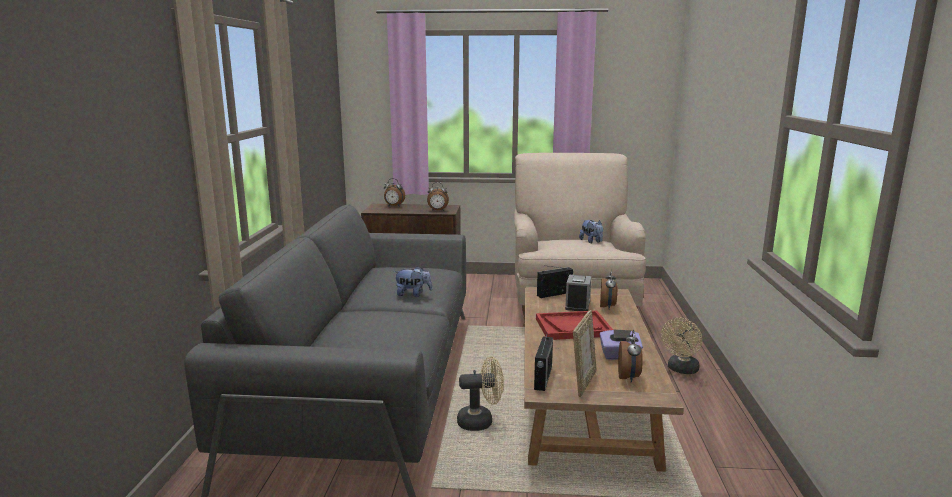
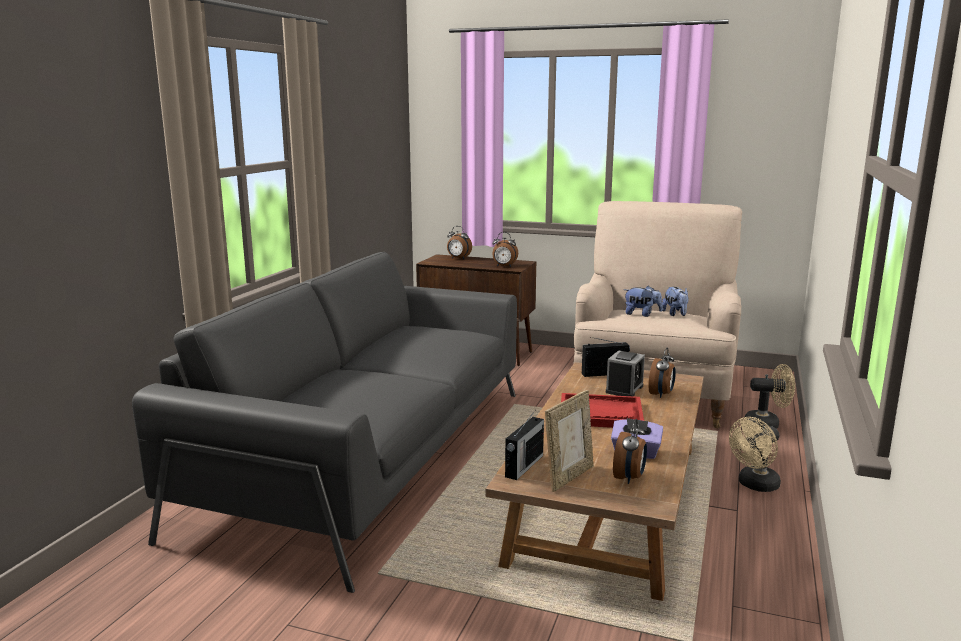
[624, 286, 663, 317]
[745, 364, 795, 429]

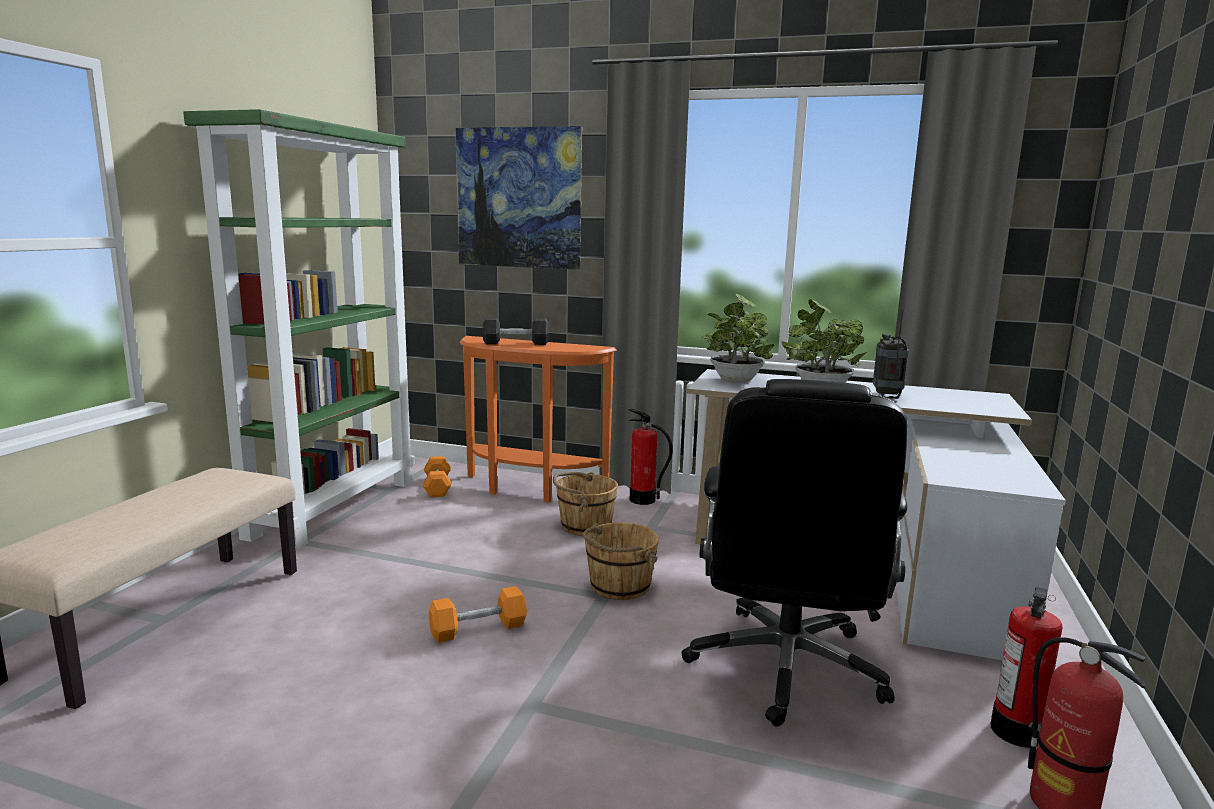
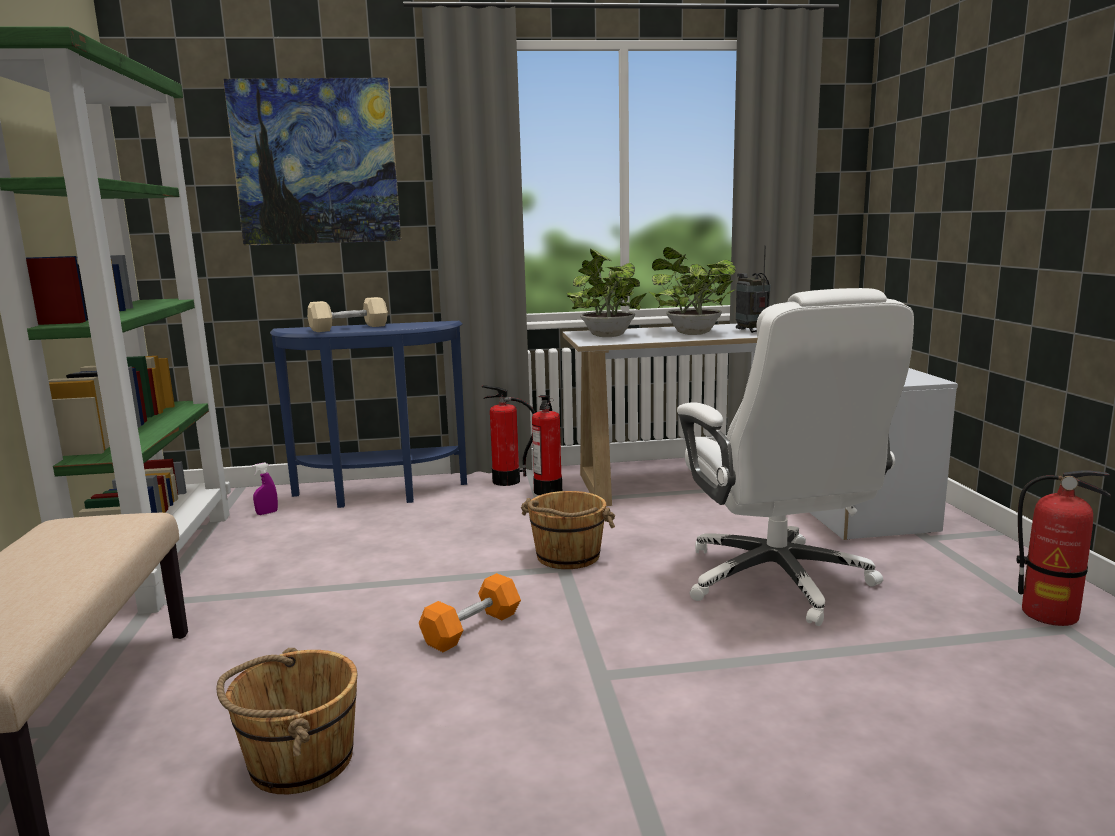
[216, 648, 357, 794]
[252, 463, 278, 515]
[270, 321, 467, 508]
[307, 297, 388, 332]
[532, 395, 562, 495]
[677, 288, 914, 626]

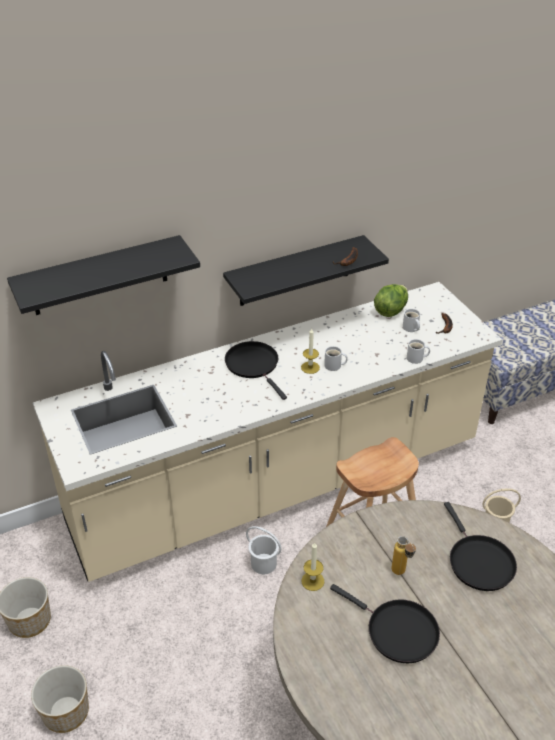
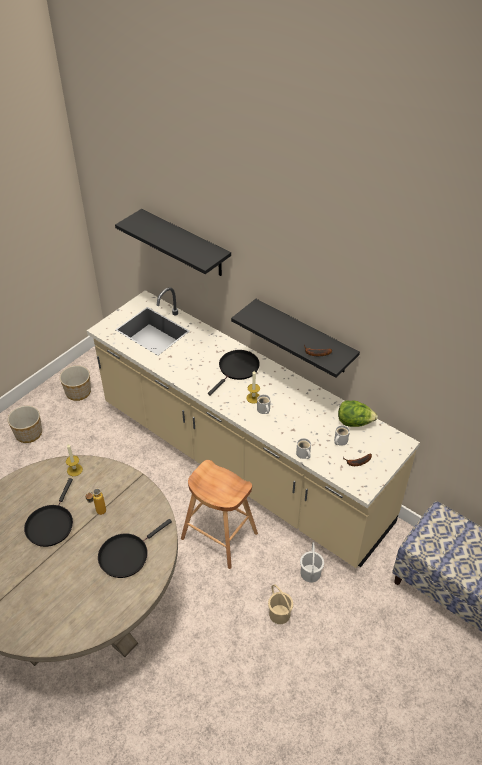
[300, 542, 324, 582]

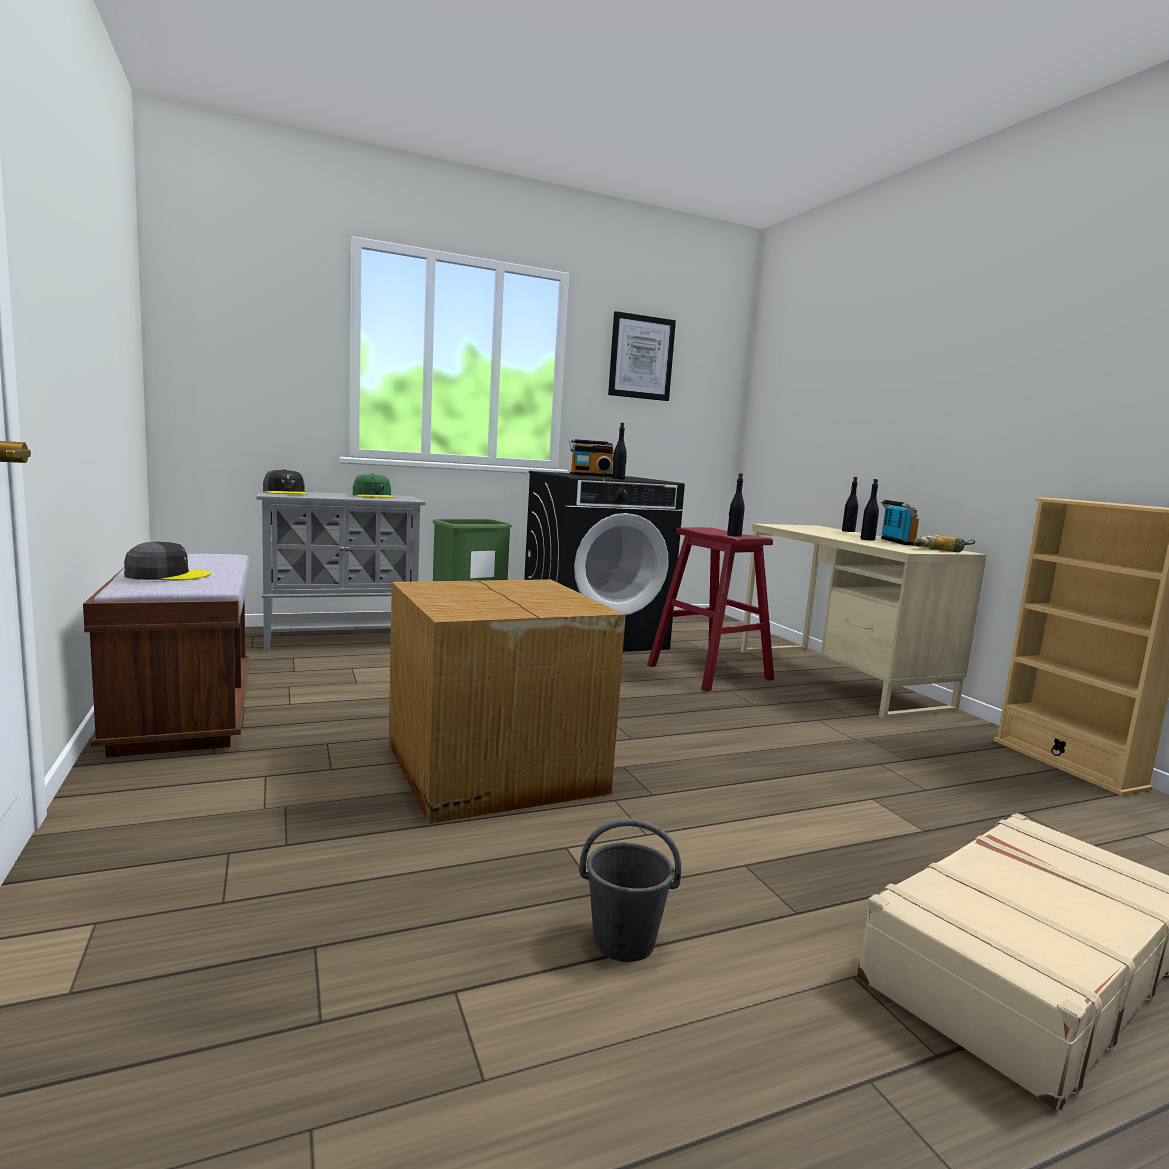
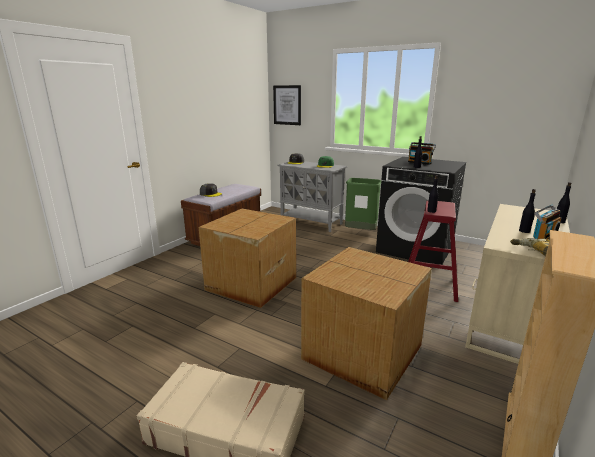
[273, 85, 301, 125]
[301, 247, 432, 400]
[579, 819, 681, 962] (first image)

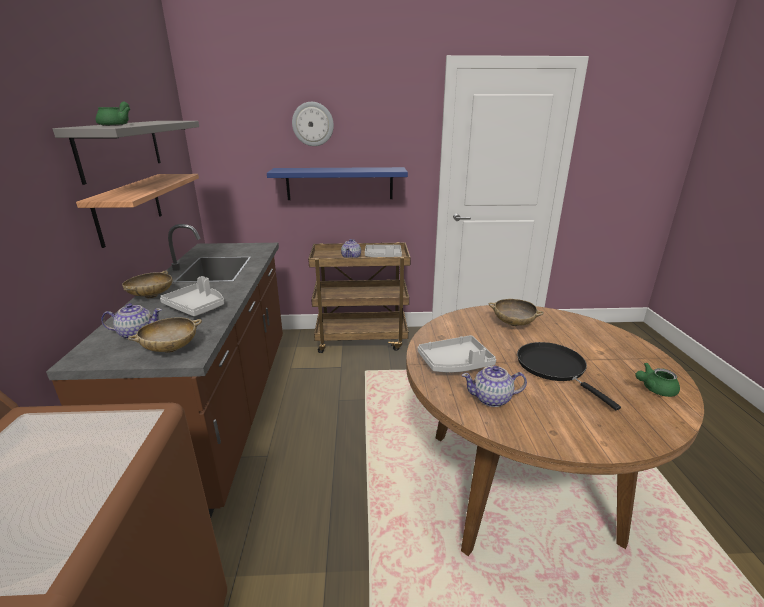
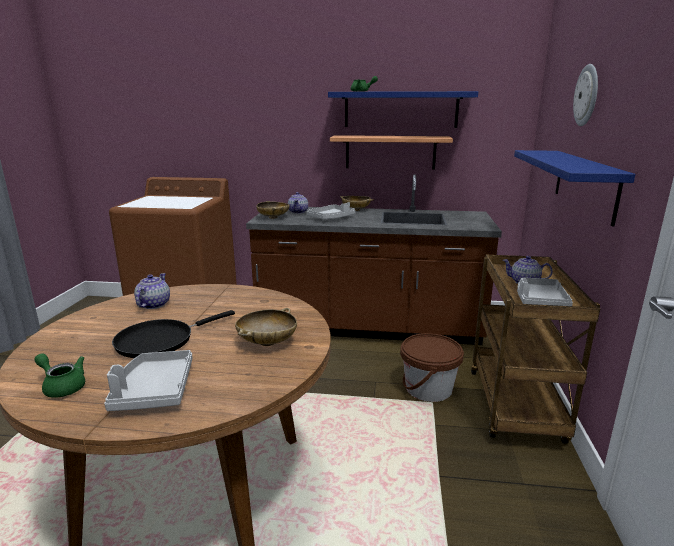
[34, 353, 85, 398]
[104, 350, 192, 411]
[112, 310, 235, 358]
[328, 91, 478, 128]
[400, 333, 464, 402]

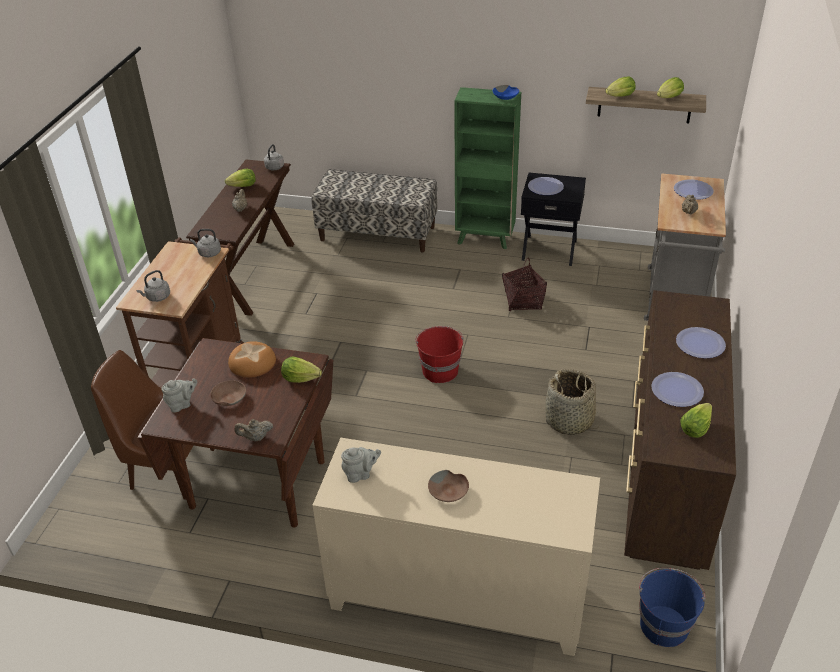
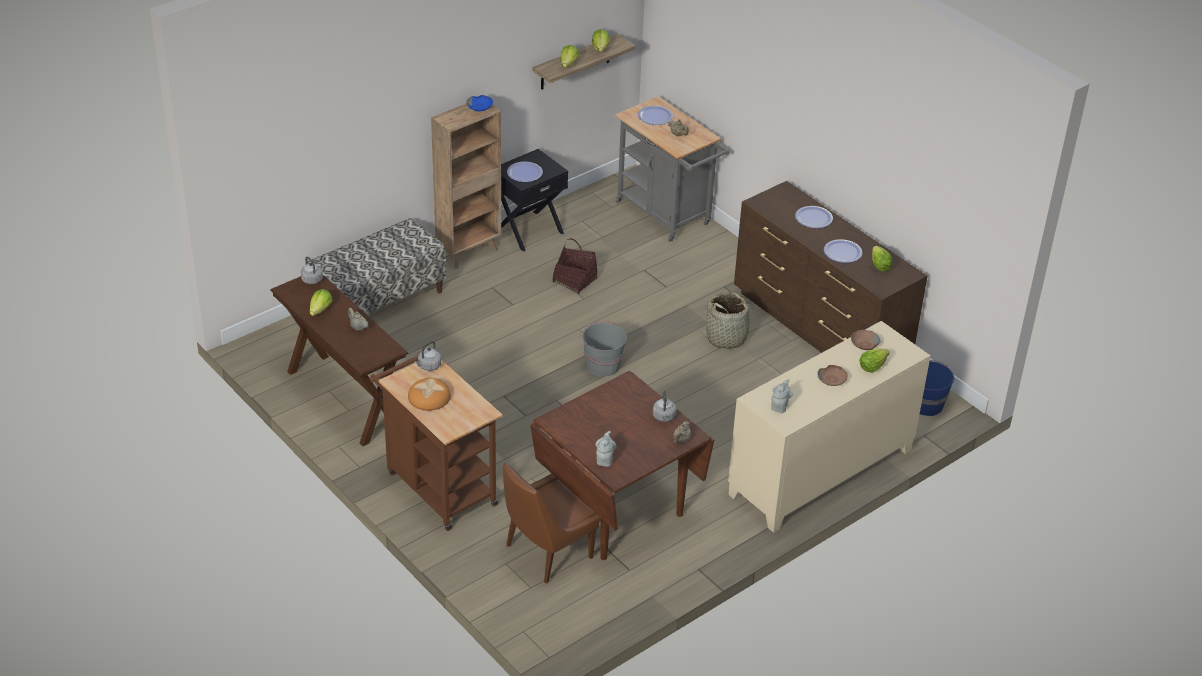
[408, 378, 451, 411]
[431, 104, 501, 269]
[580, 321, 627, 376]
[653, 391, 677, 422]
[851, 330, 881, 350]
[859, 348, 890, 373]

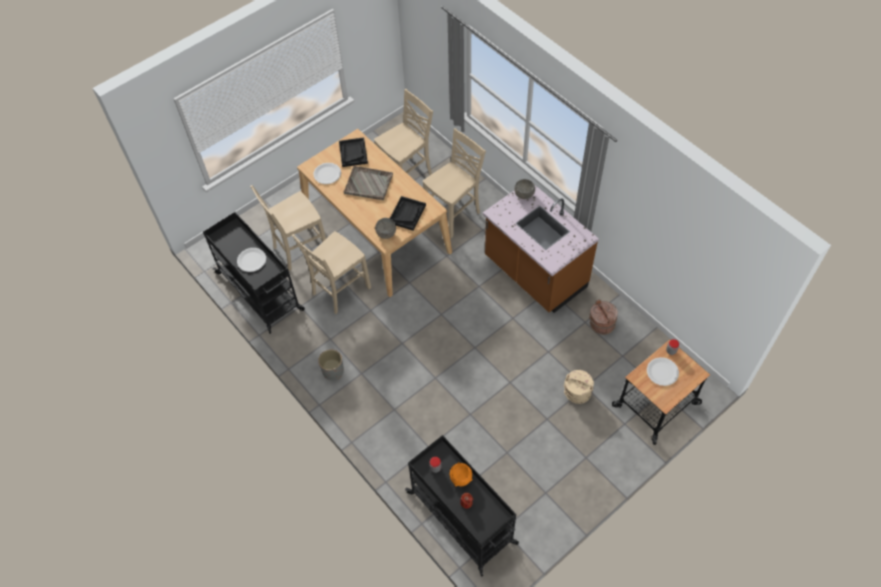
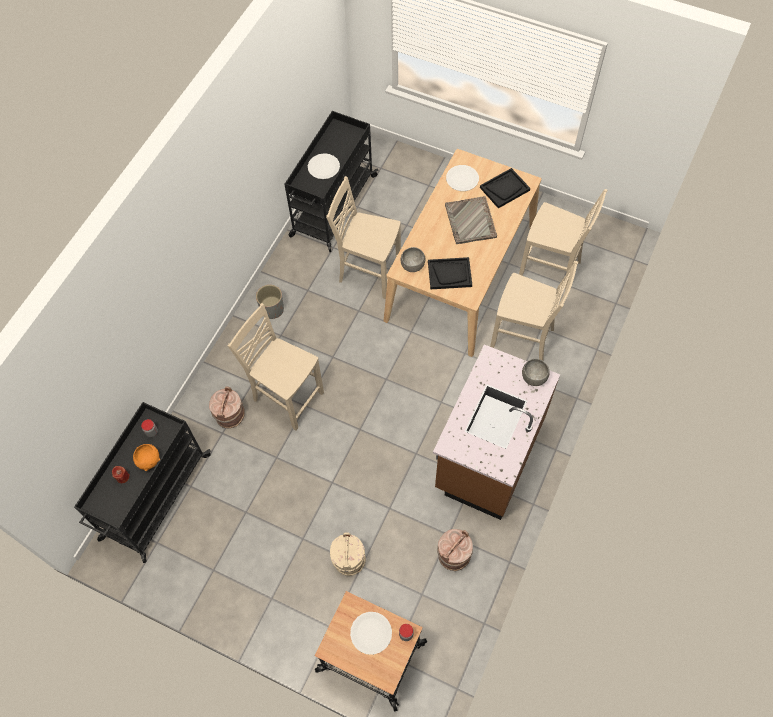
[209, 386, 245, 428]
[228, 303, 324, 430]

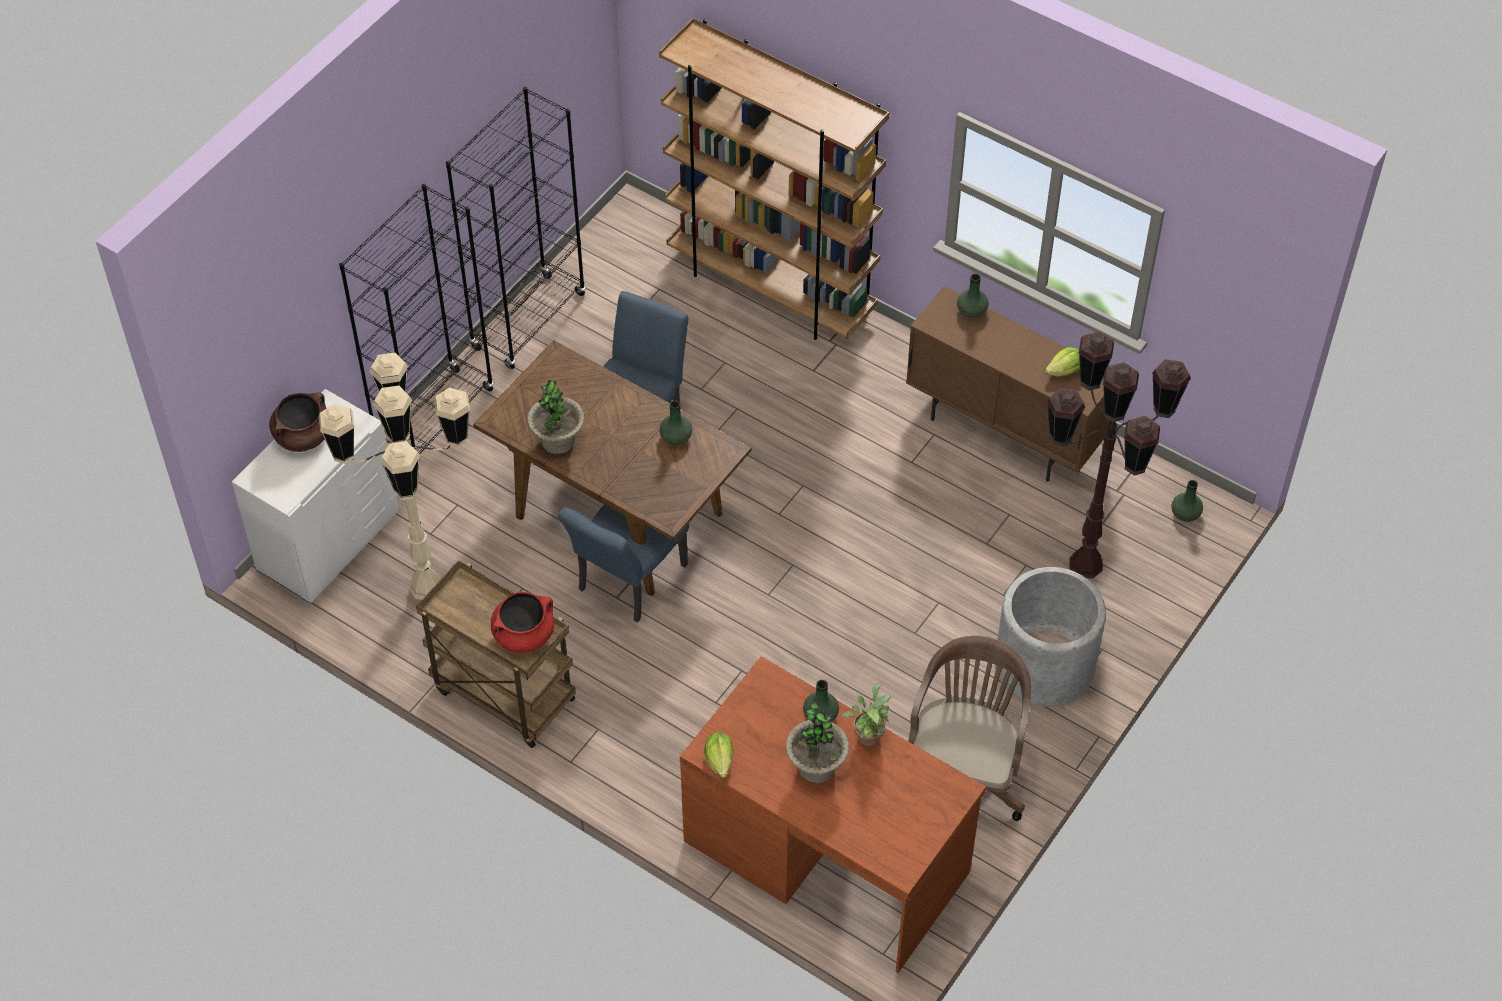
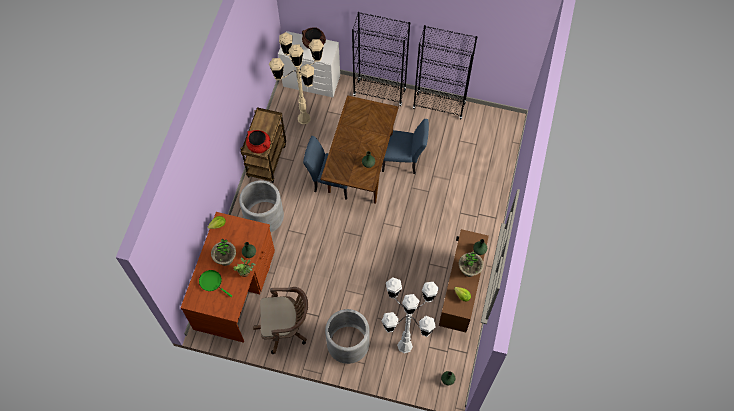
[199, 270, 232, 297]
[239, 180, 284, 232]
[381, 277, 439, 353]
[459, 251, 484, 277]
[659, 18, 889, 340] (first image)

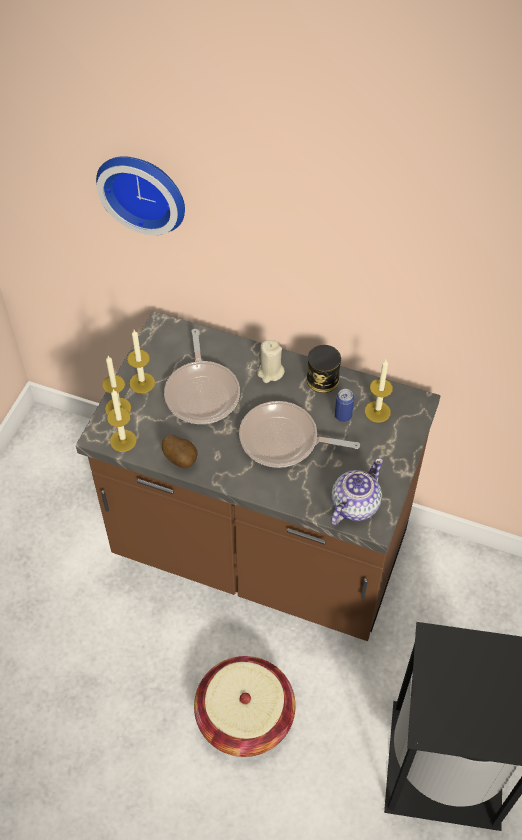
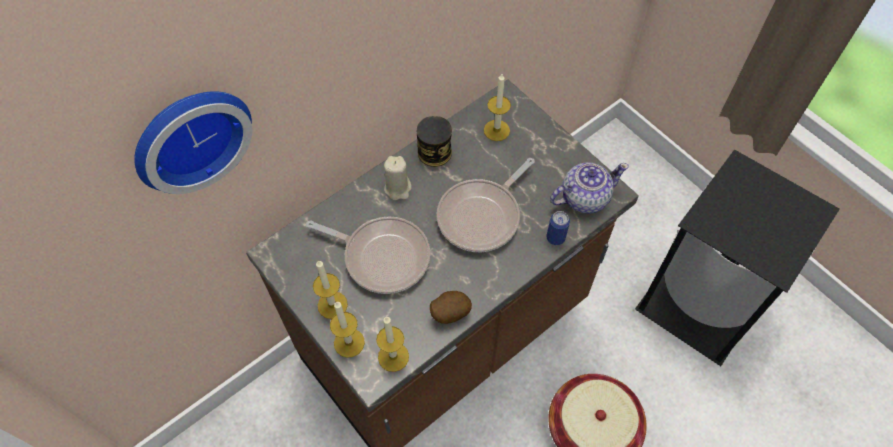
[547, 211, 570, 245]
[550, 162, 629, 214]

